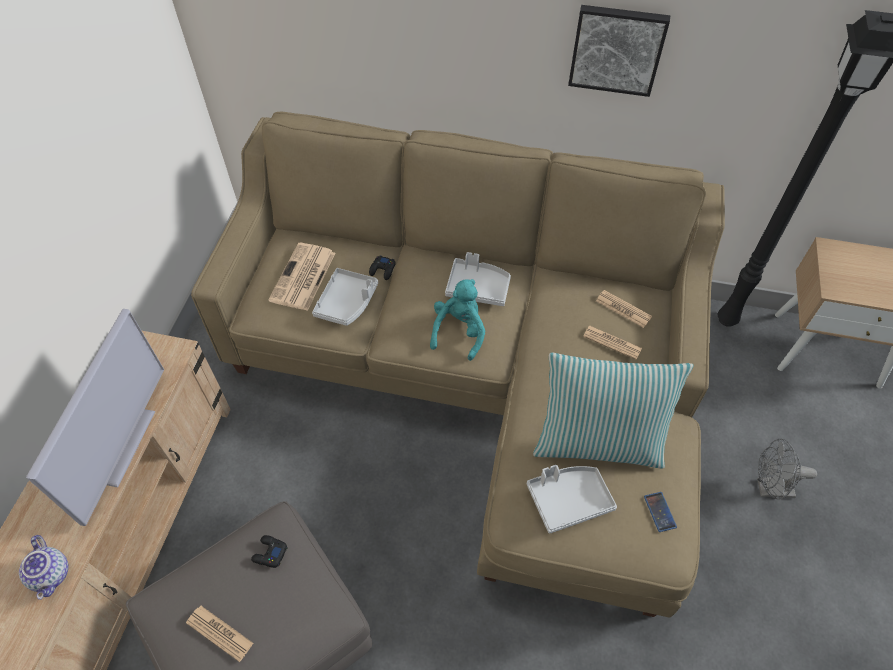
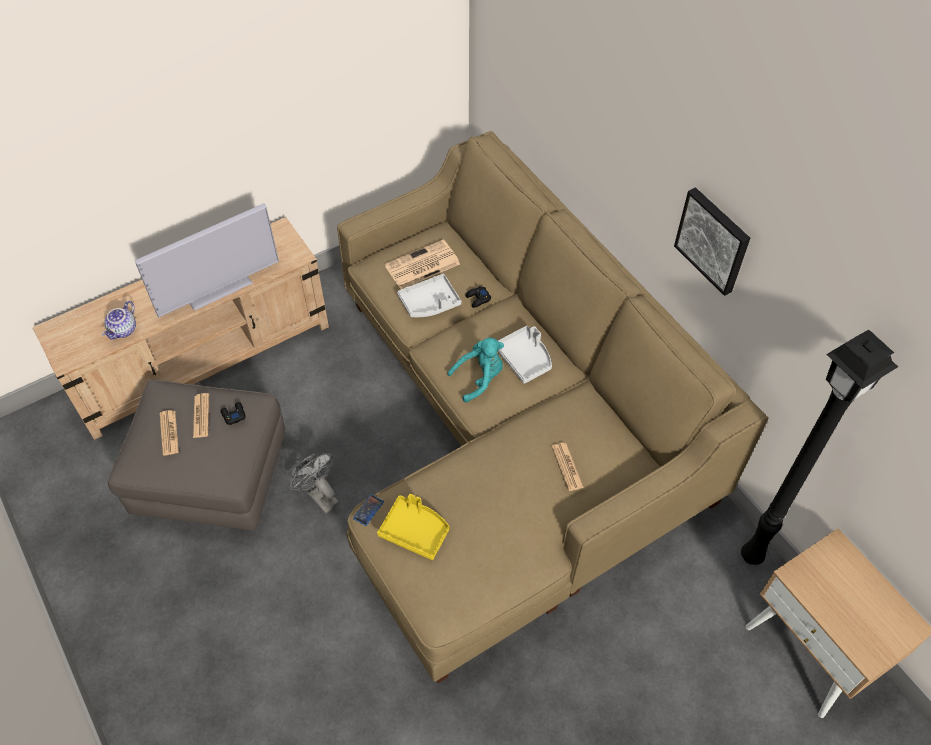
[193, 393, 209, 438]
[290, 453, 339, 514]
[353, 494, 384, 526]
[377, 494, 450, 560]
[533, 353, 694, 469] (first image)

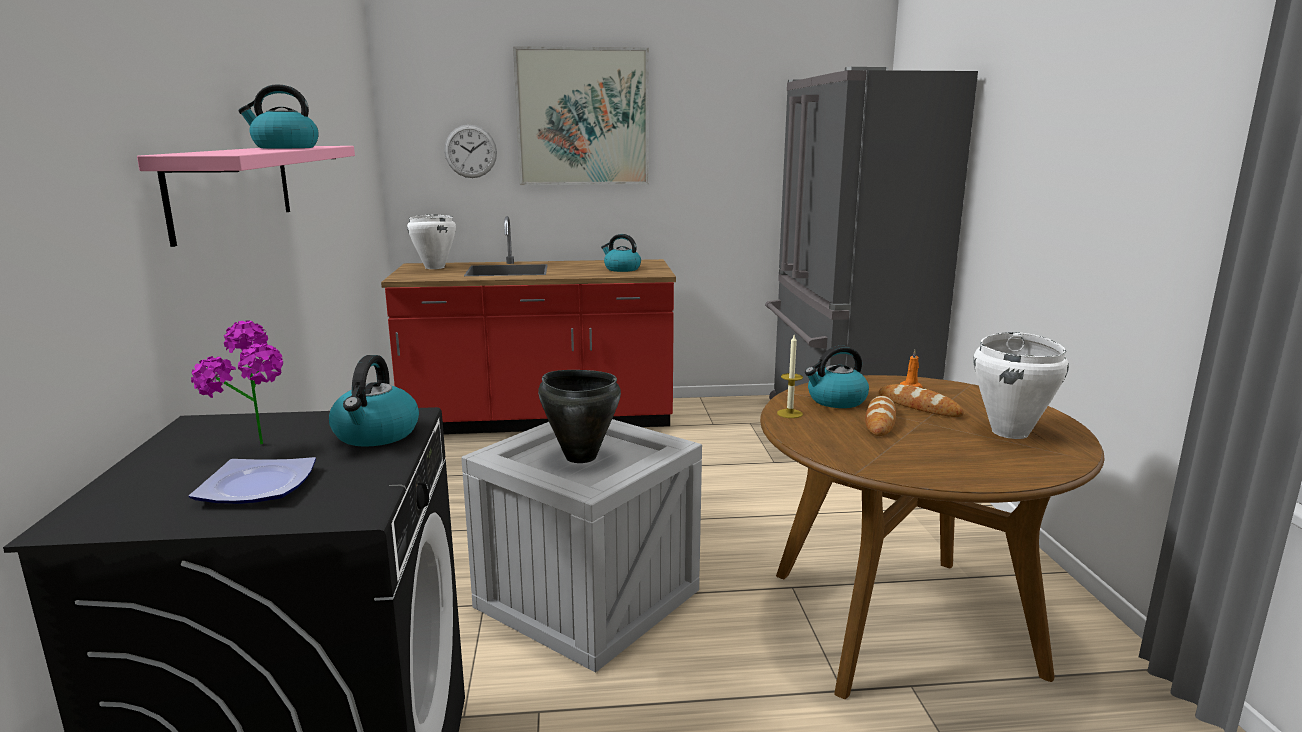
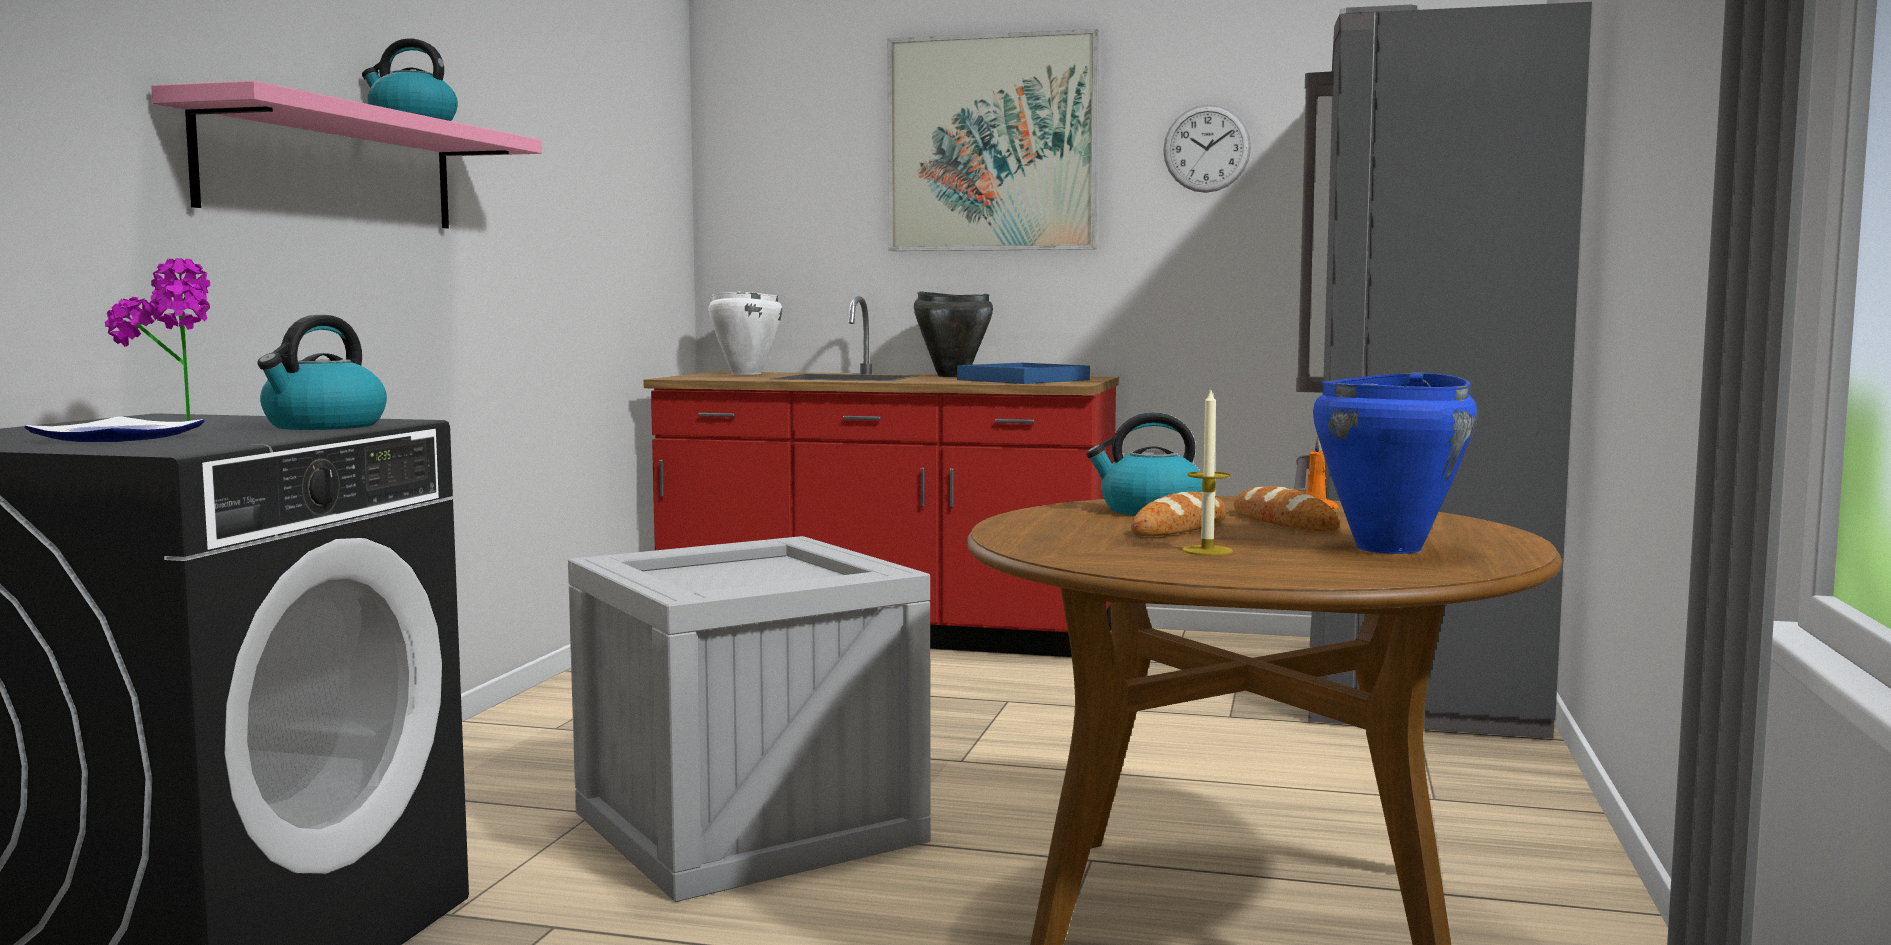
[914, 291, 993, 377]
[957, 363, 1090, 384]
[1163, 104, 1251, 193]
[1182, 389, 1233, 555]
[1313, 372, 1477, 554]

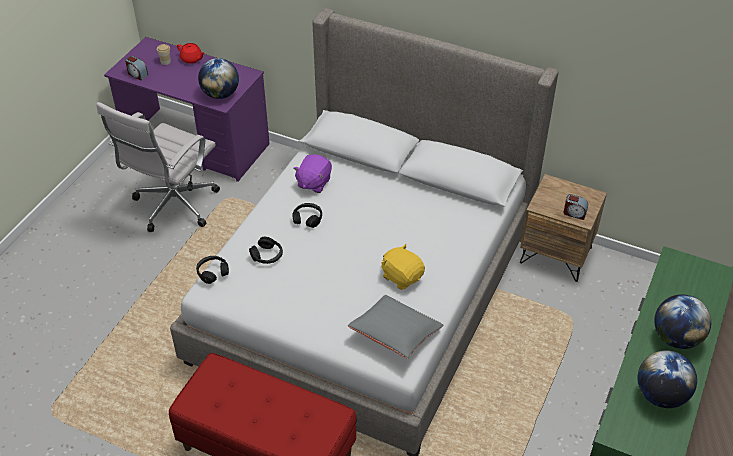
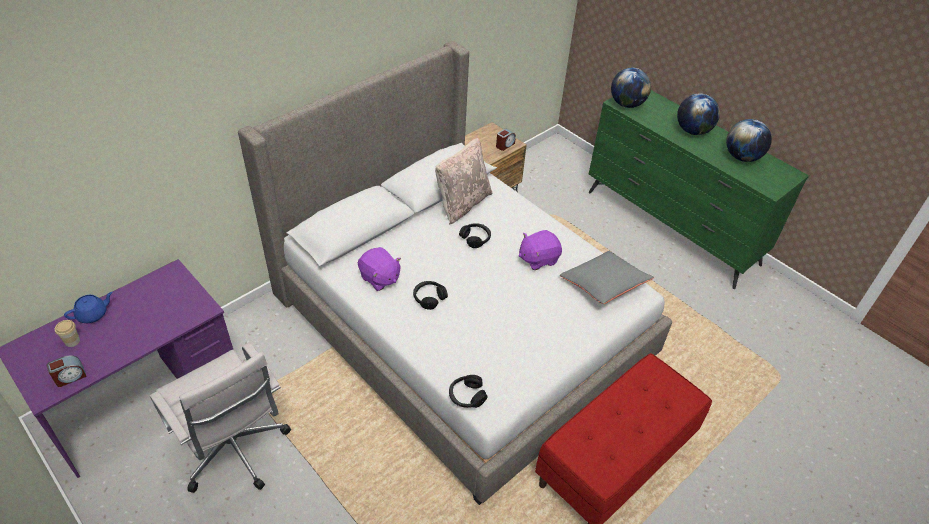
[64, 292, 113, 323]
[435, 138, 493, 224]
[459, 223, 491, 248]
[519, 230, 562, 270]
[611, 68, 651, 108]

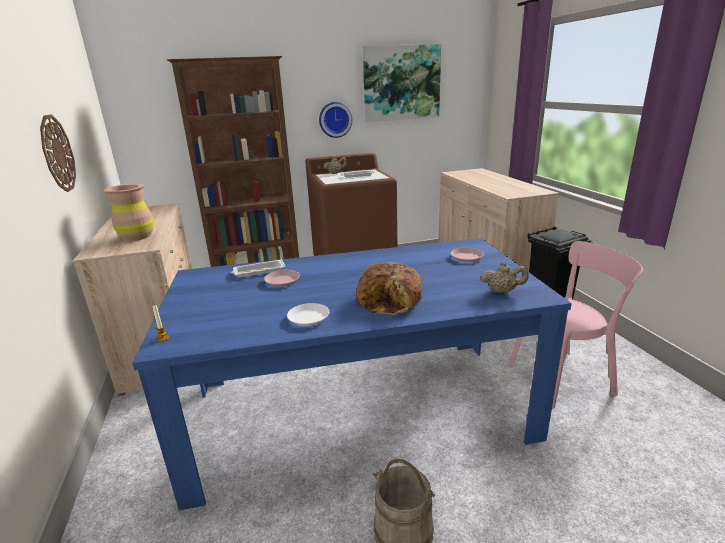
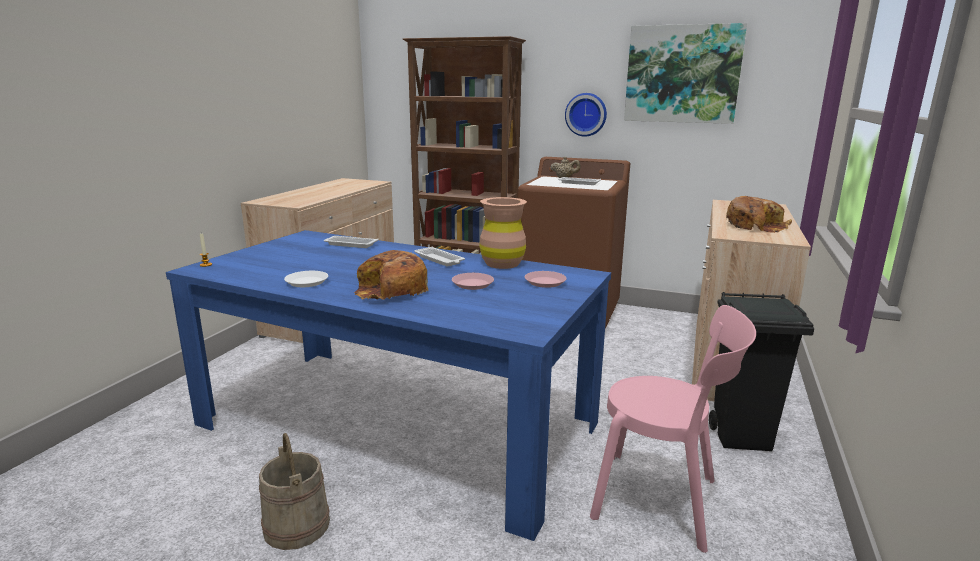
[414, 247, 465, 266]
[452, 273, 494, 290]
[479, 197, 527, 269]
[726, 196, 792, 233]
[40, 114, 76, 192] (first image)
[480, 262, 529, 293] (first image)

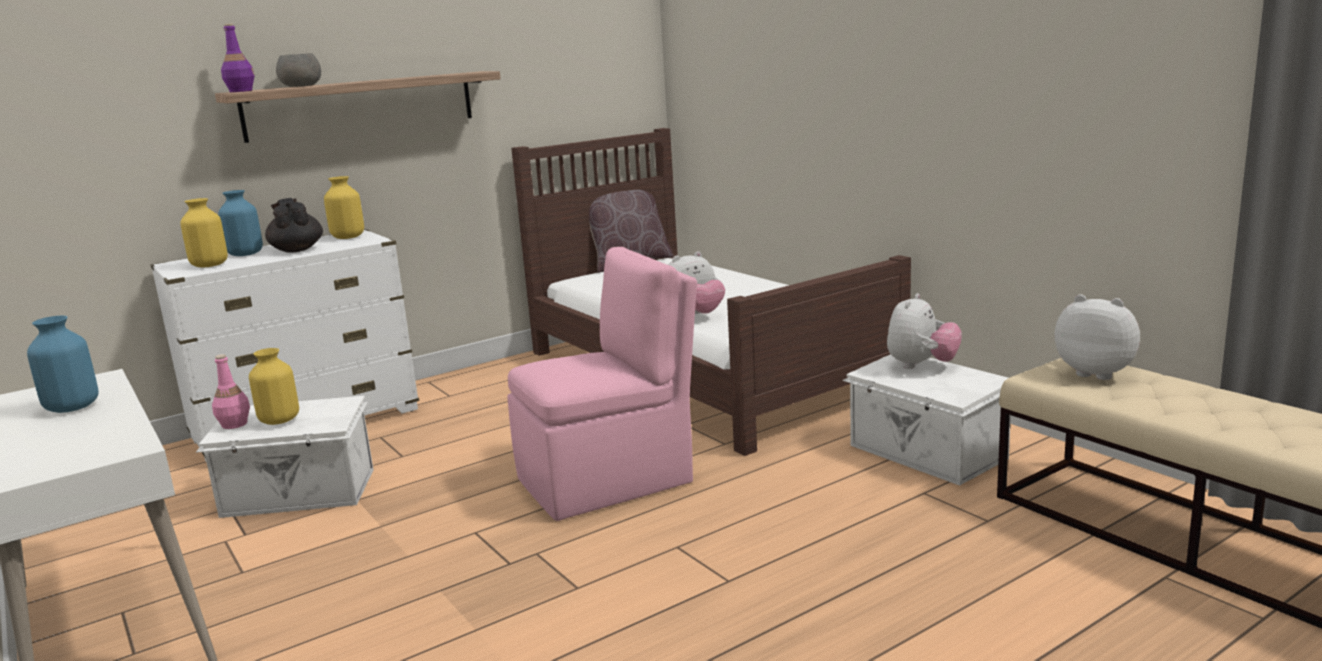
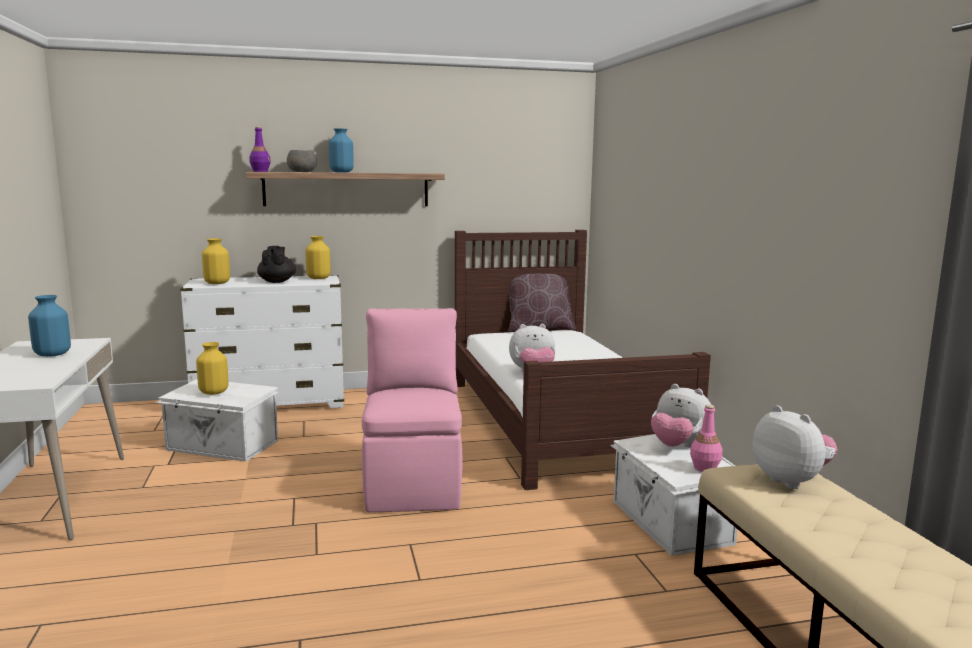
[329, 128, 354, 173]
[362, 308, 463, 512]
[651, 384, 711, 447]
[690, 404, 722, 472]

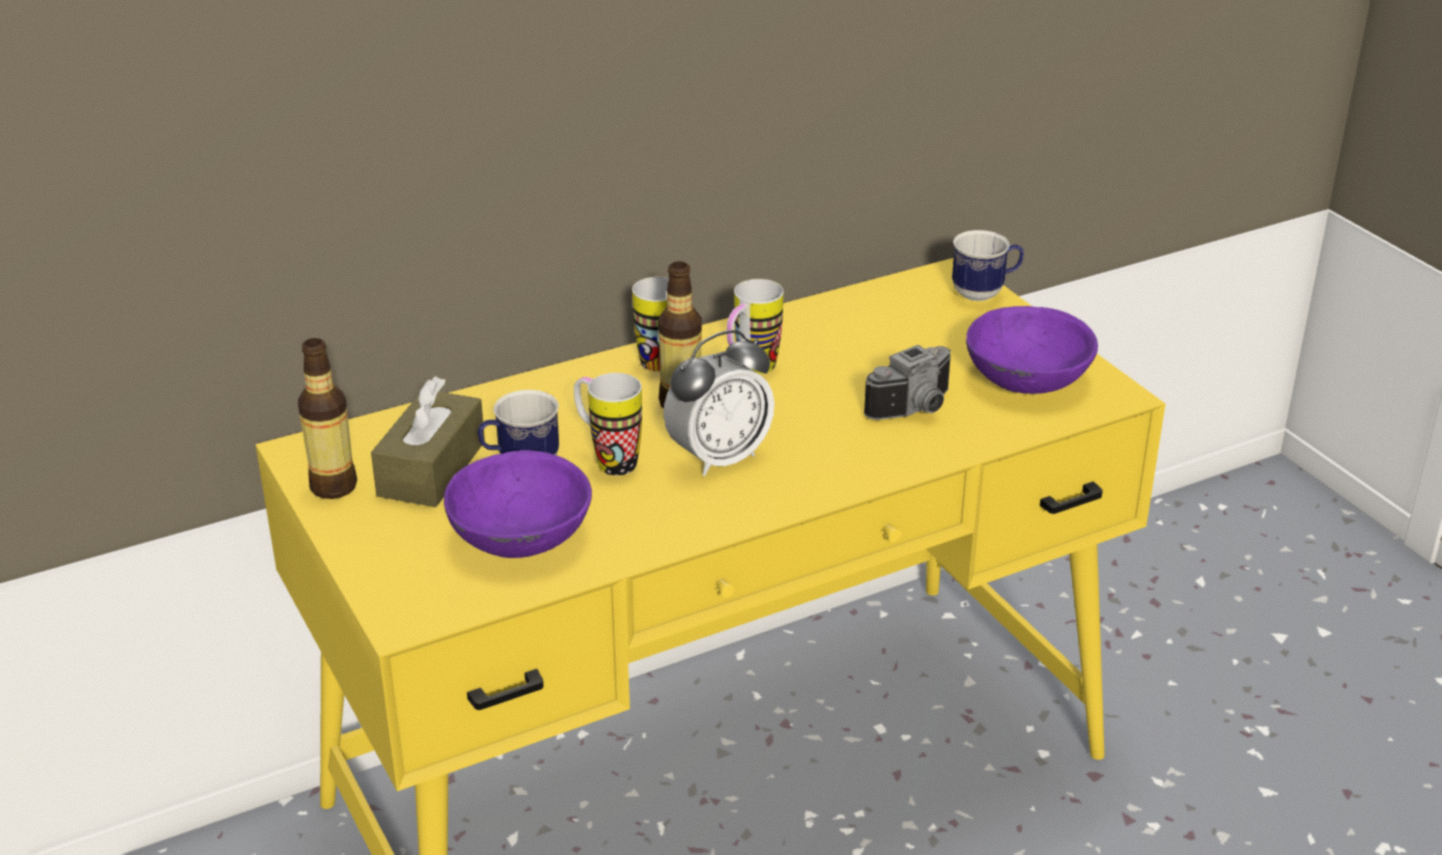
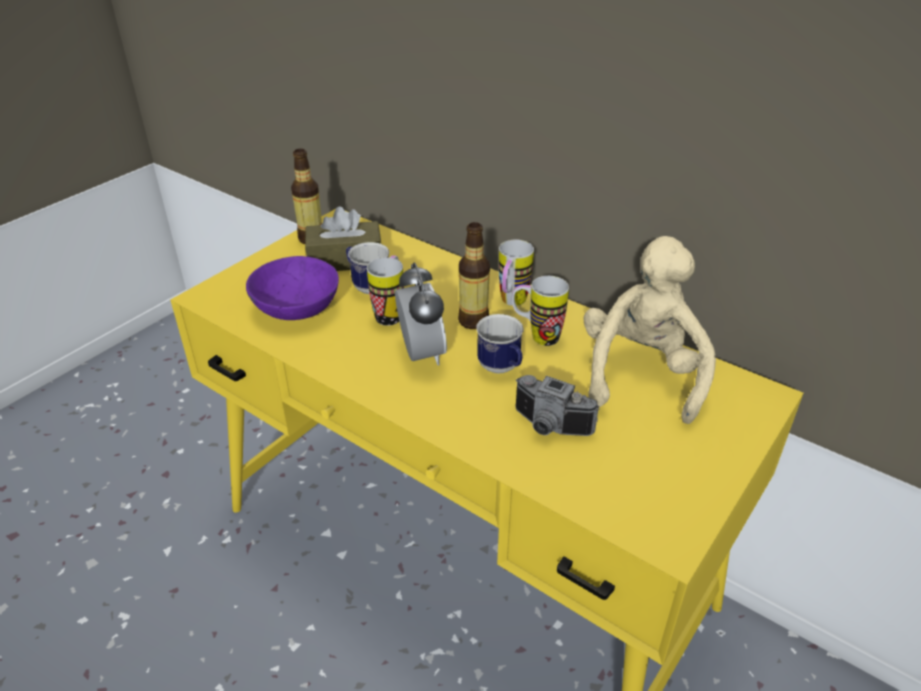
[395, 263, 447, 365]
[476, 314, 523, 373]
[583, 236, 716, 424]
[966, 306, 1098, 394] (first image)

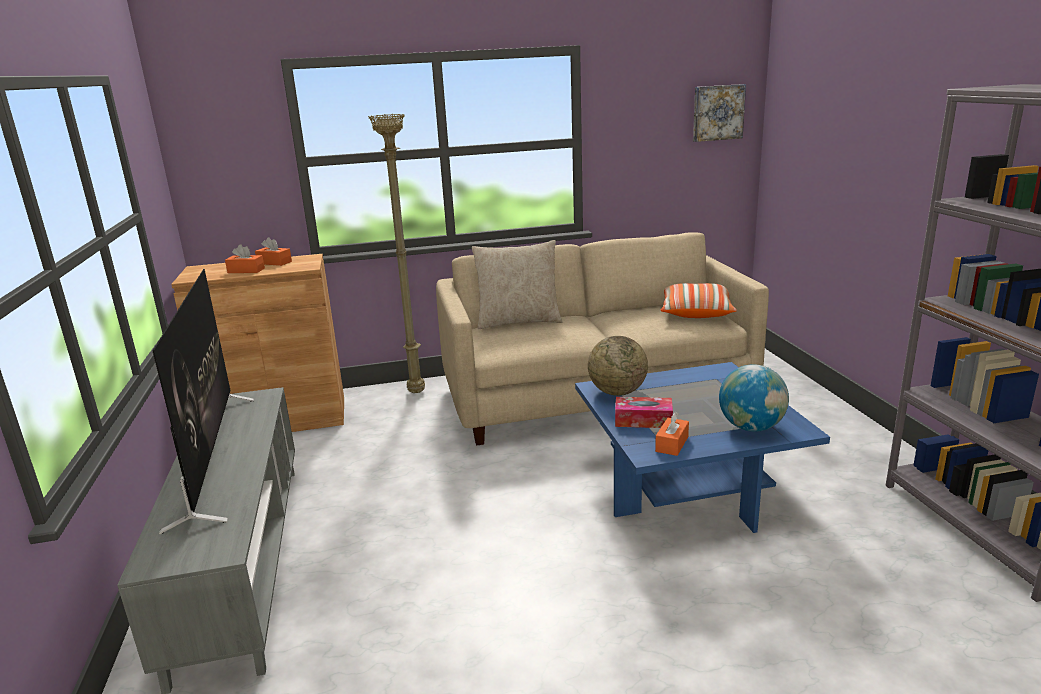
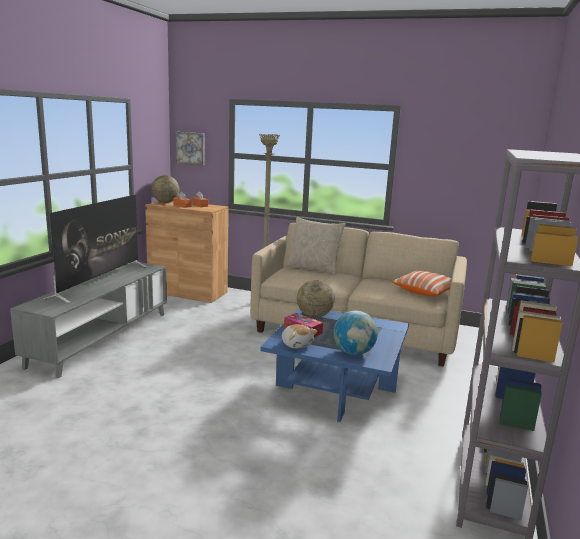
[151, 175, 179, 203]
[176, 132, 205, 166]
[282, 324, 317, 349]

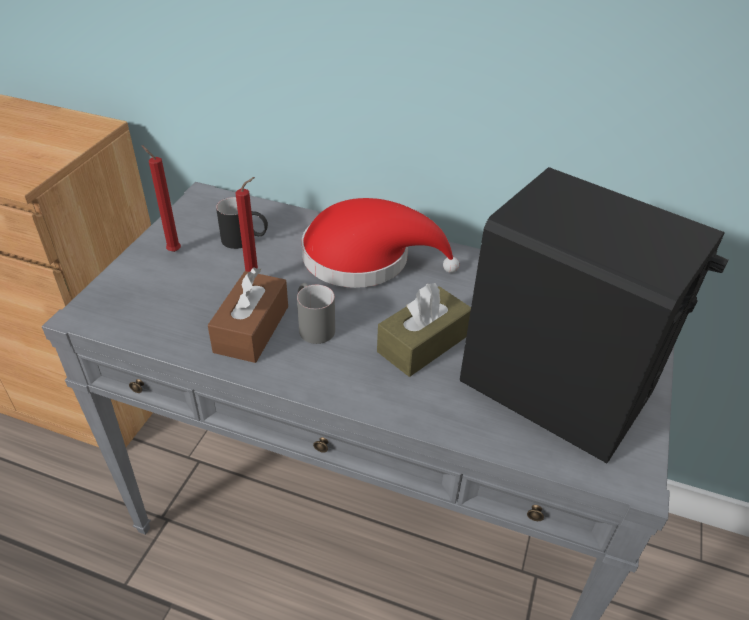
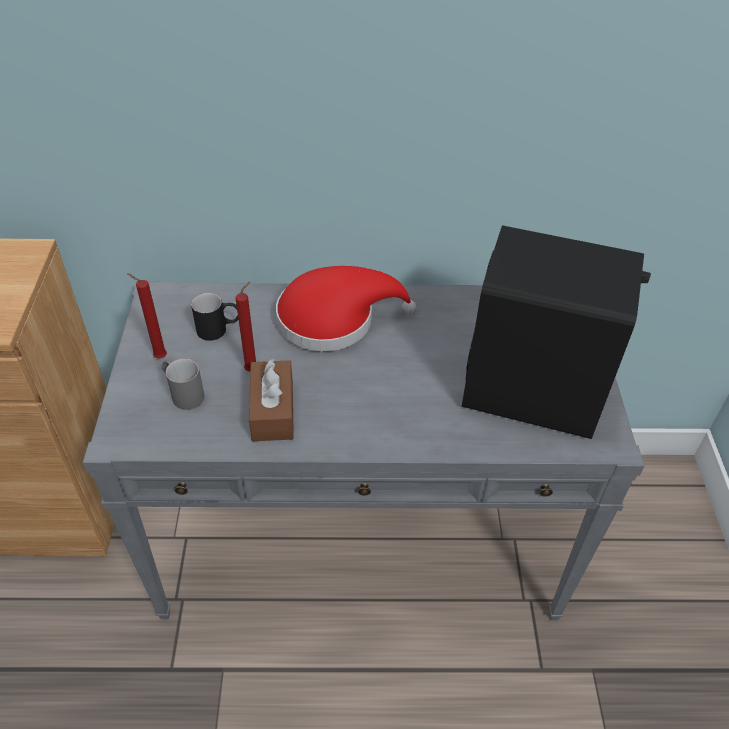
[161, 359, 205, 410]
[377, 283, 471, 377] (first image)

